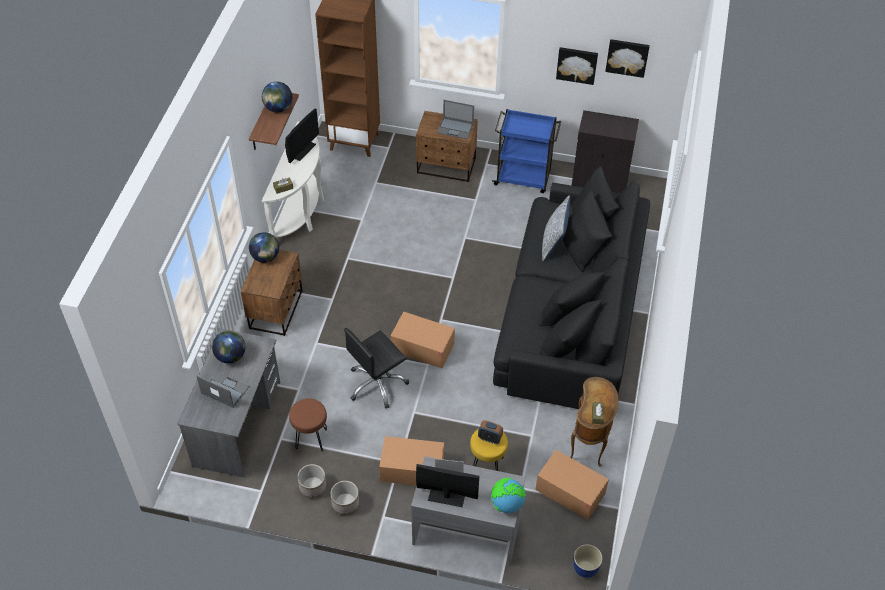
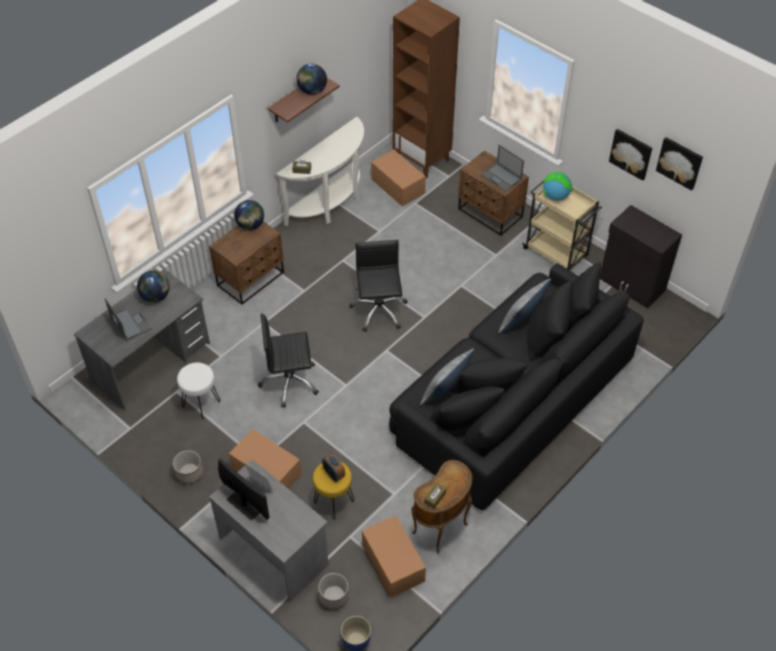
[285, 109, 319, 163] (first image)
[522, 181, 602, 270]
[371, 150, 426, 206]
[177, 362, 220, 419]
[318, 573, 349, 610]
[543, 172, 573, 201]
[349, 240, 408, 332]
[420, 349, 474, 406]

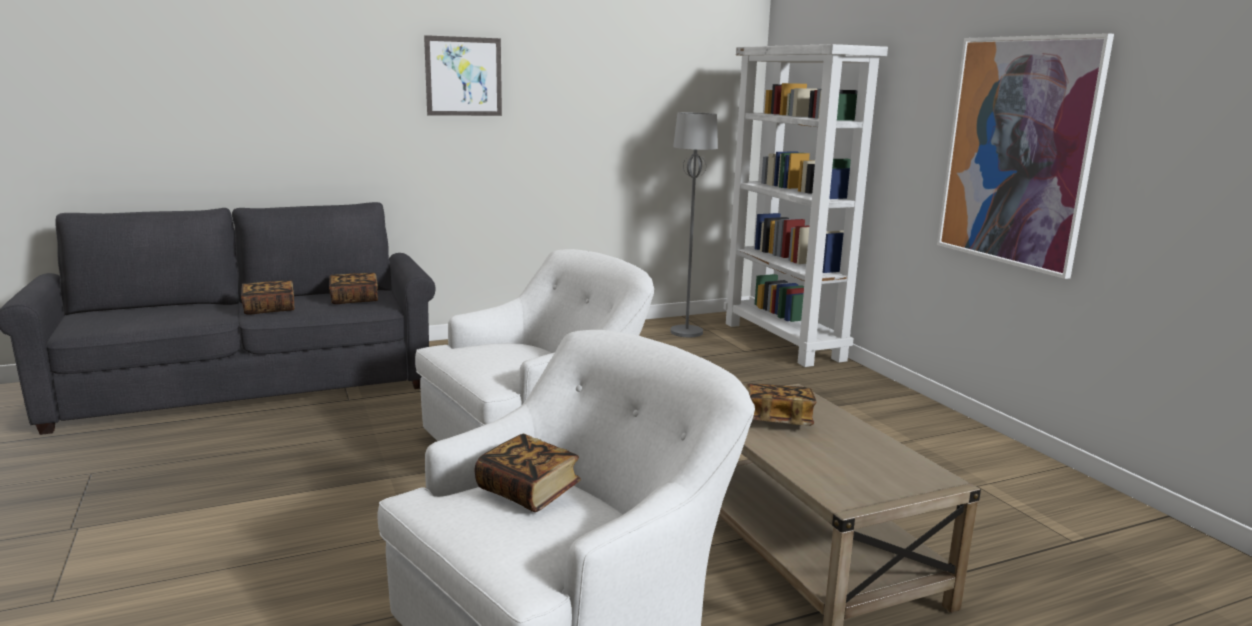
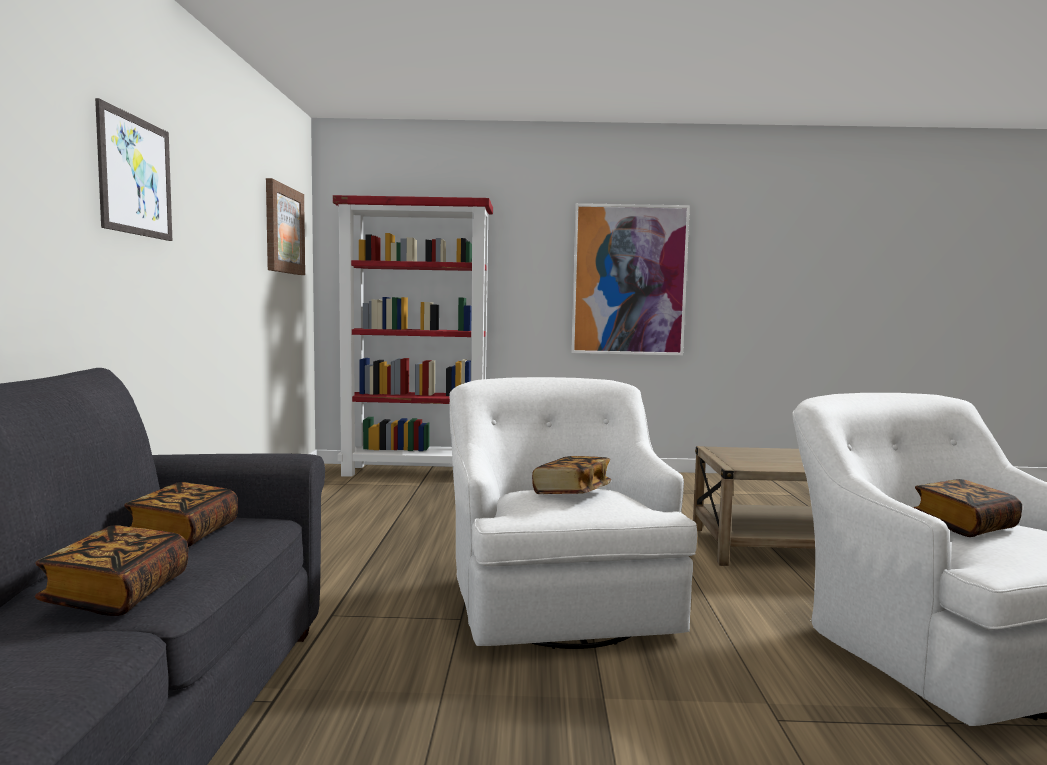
[333, 195, 493, 477]
[670, 112, 718, 337] (first image)
[532, 456, 611, 494]
[266, 178, 305, 275]

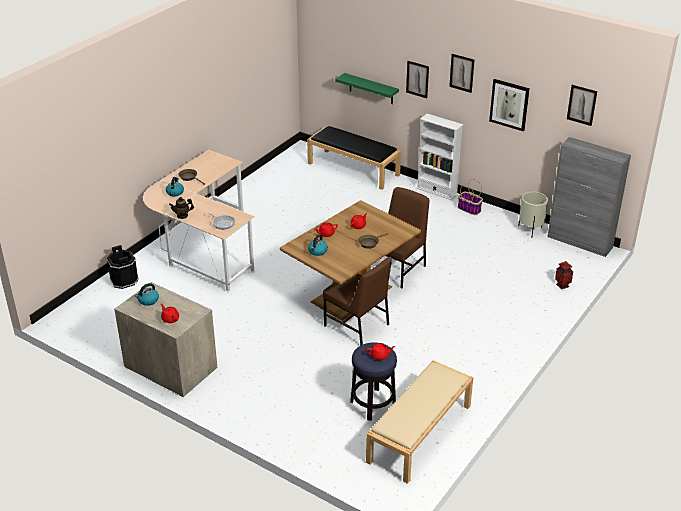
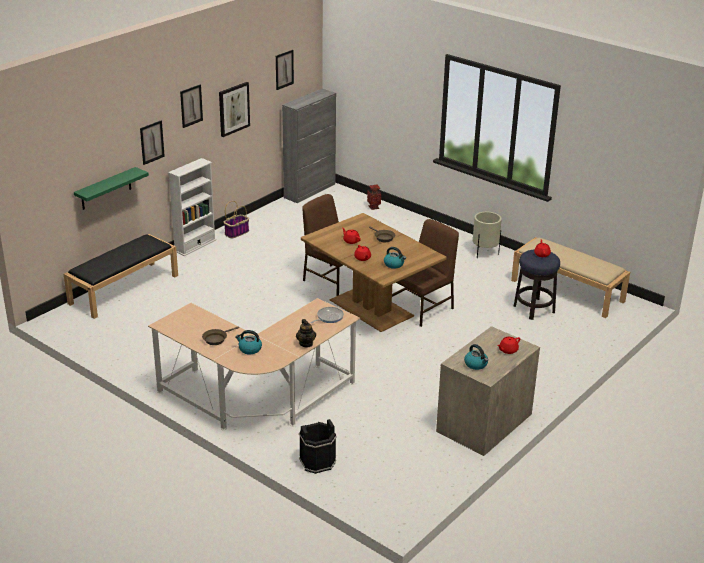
[473, 212, 502, 258]

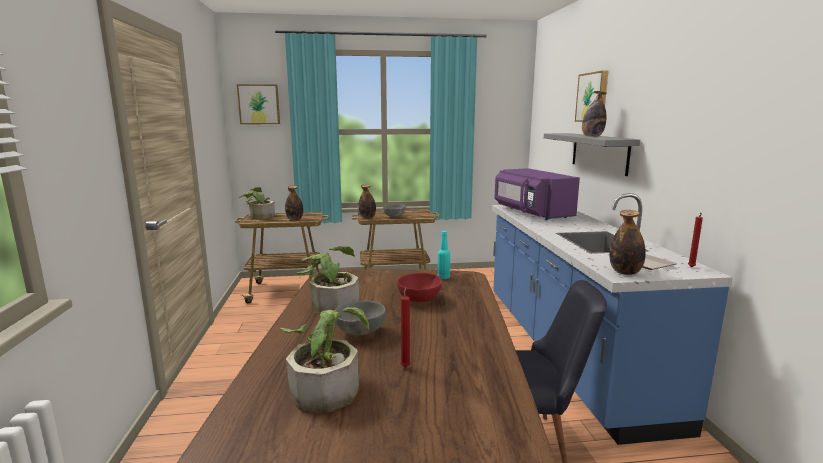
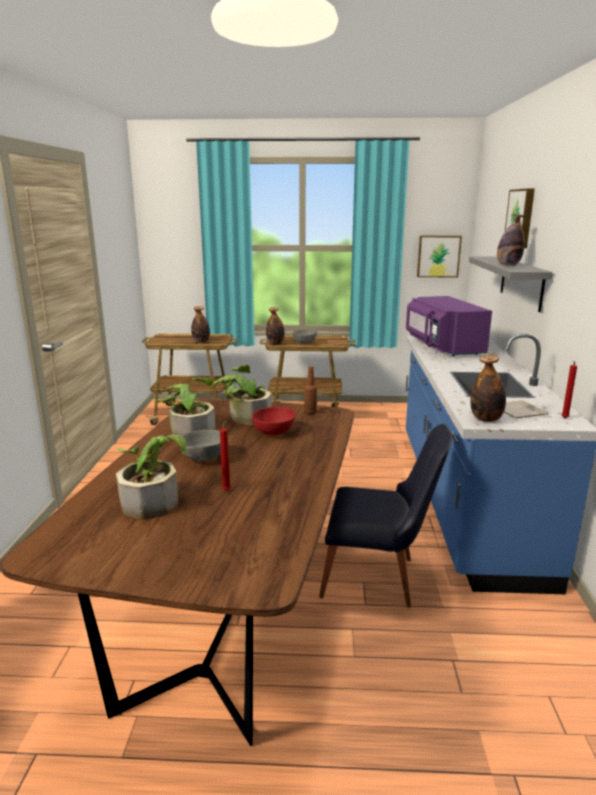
[417, 236, 462, 277]
[213, 365, 272, 425]
[304, 366, 317, 414]

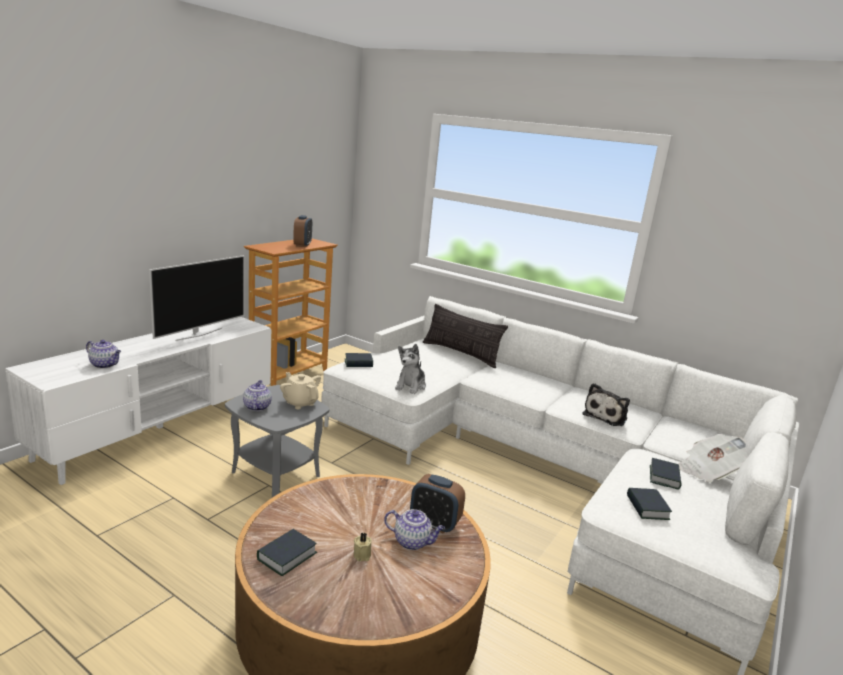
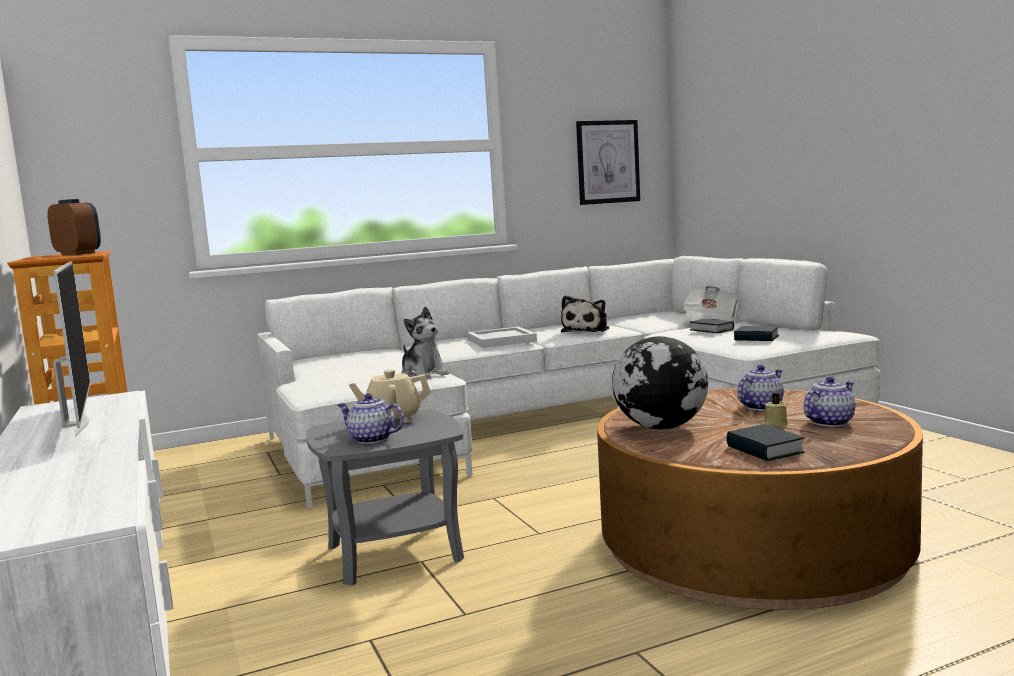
[423, 304, 508, 368] (first image)
[804, 376, 856, 427]
[345, 353, 373, 367] (first image)
[561, 295, 609, 332]
[410, 474, 465, 534] (first image)
[576, 120, 640, 205]
[467, 327, 537, 348]
[612, 336, 708, 429]

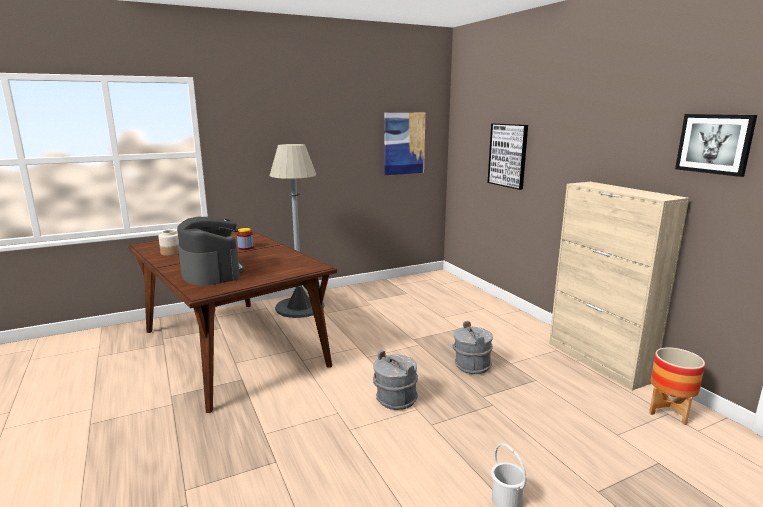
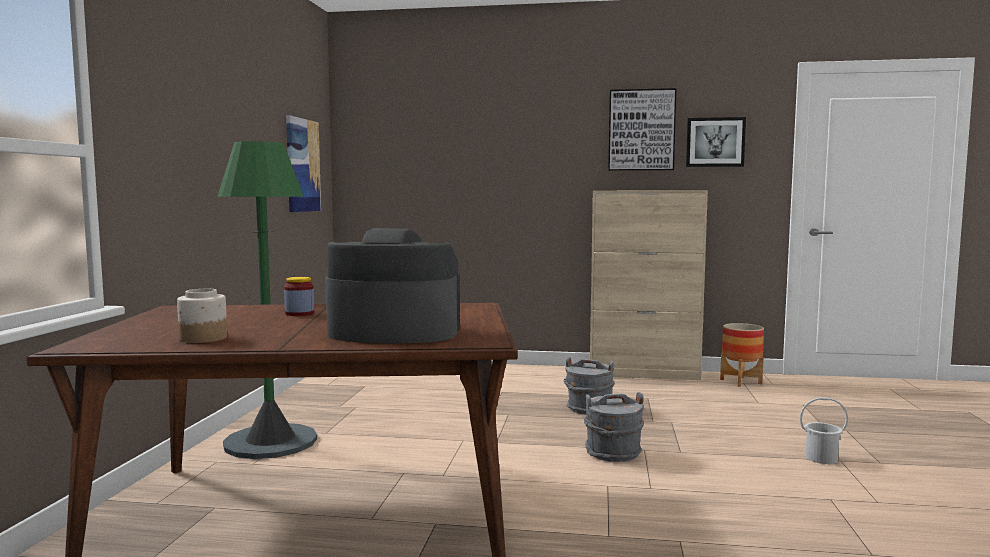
[608, 88, 677, 171]
[217, 141, 317, 459]

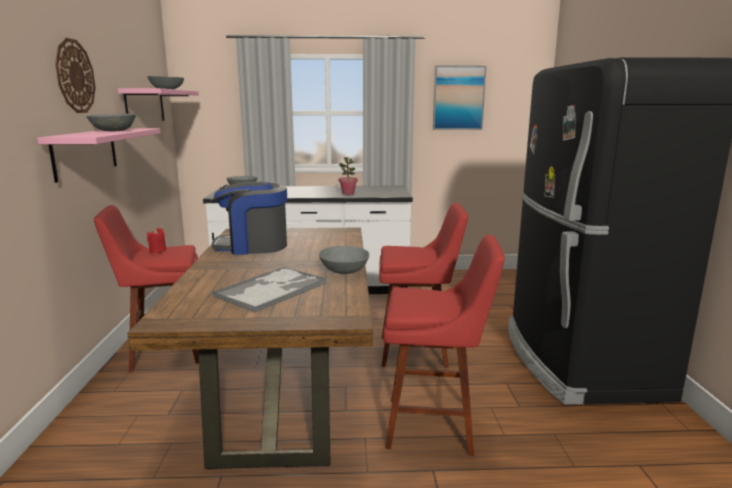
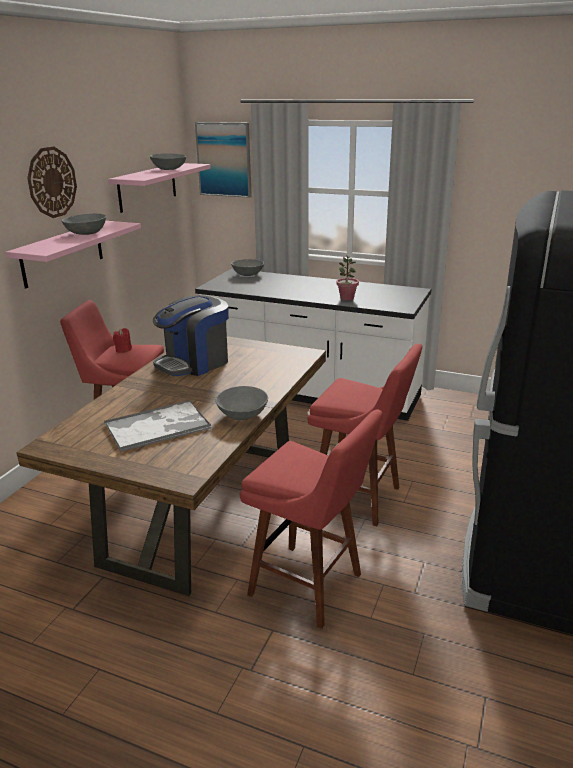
[195, 122, 252, 198]
[153, 295, 229, 376]

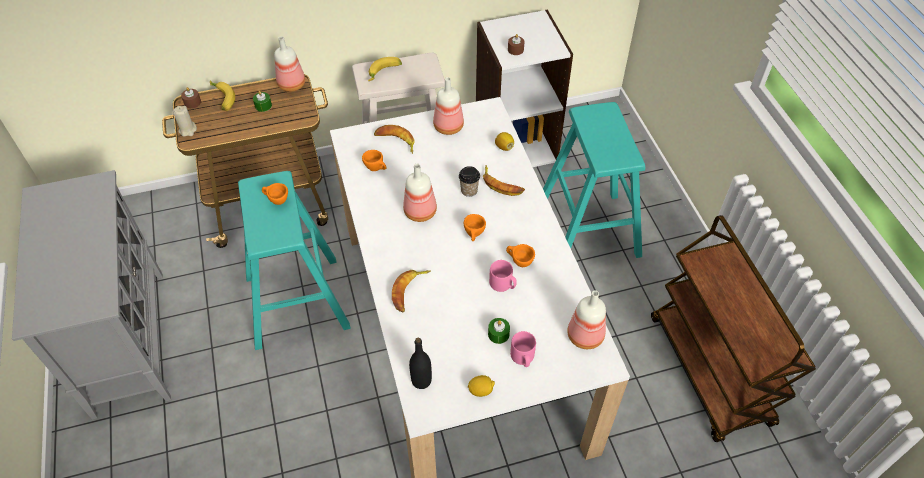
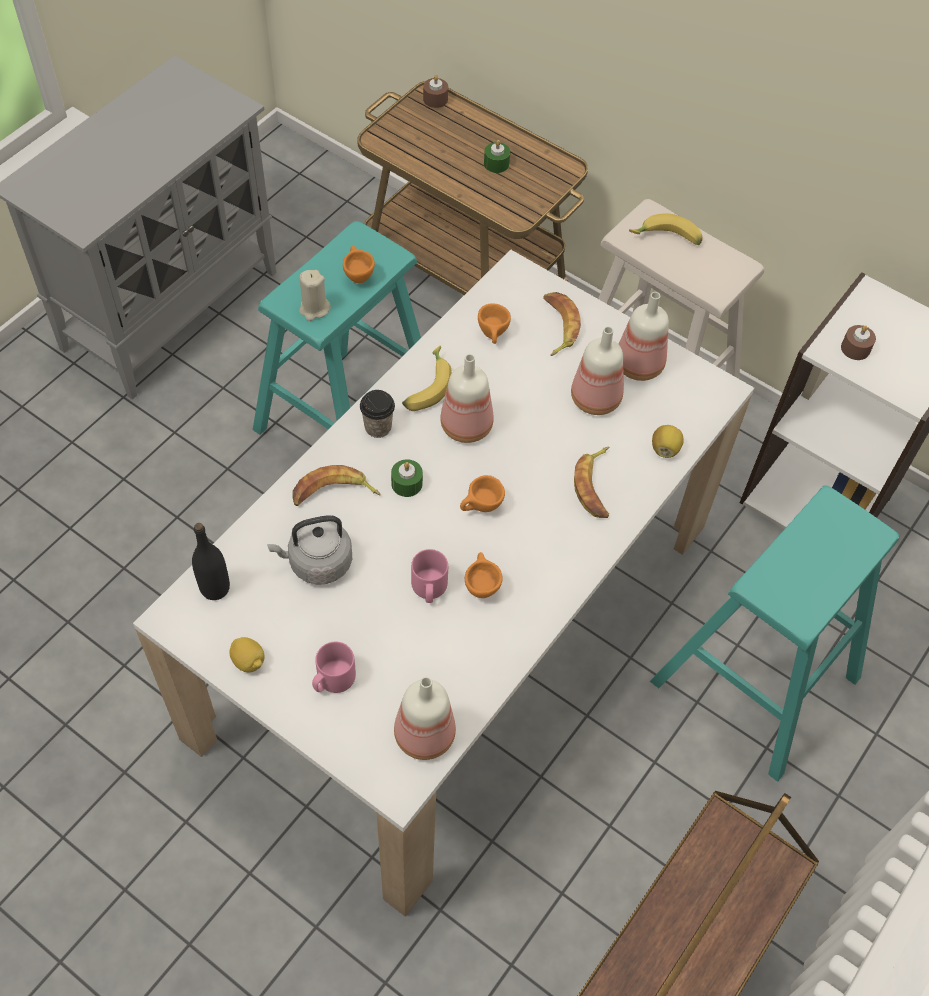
[571, 326, 624, 415]
[402, 346, 452, 411]
[299, 270, 331, 321]
[360, 390, 395, 438]
[391, 459, 423, 497]
[267, 515, 352, 585]

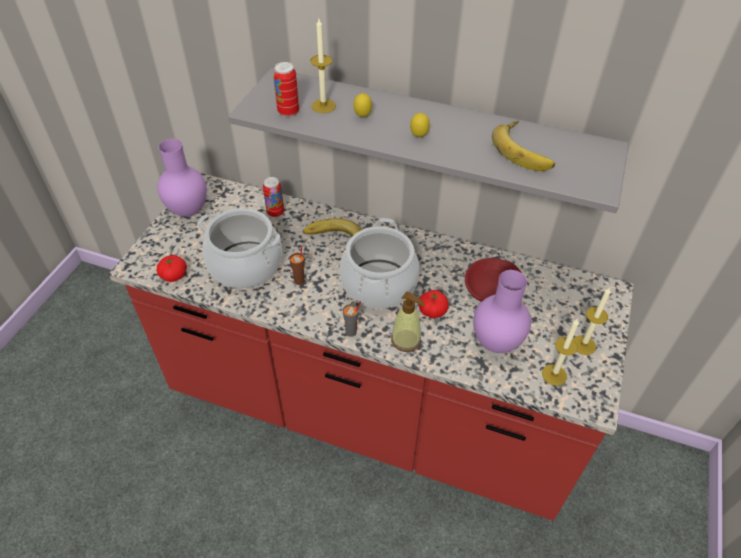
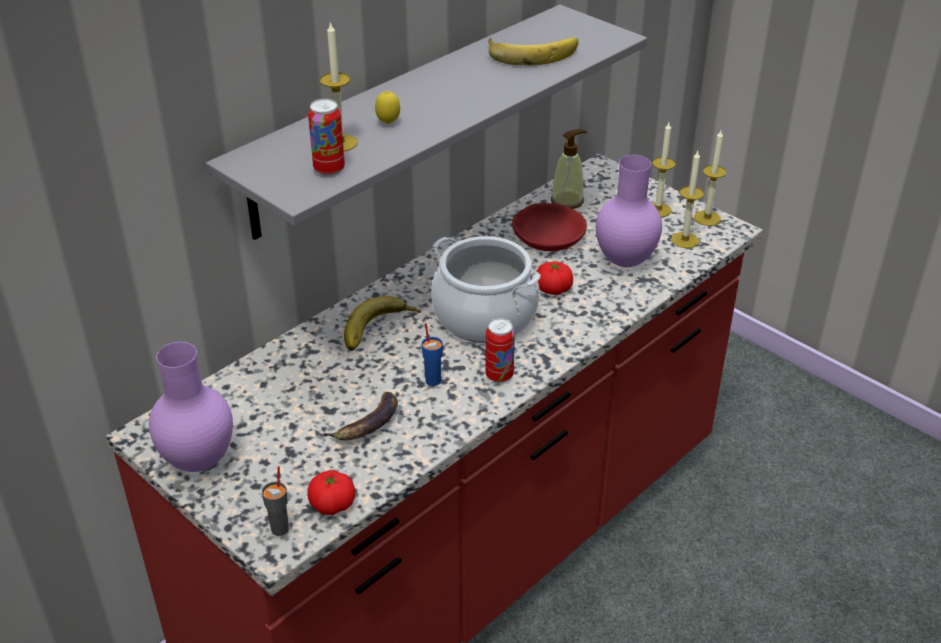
[410, 113, 430, 137] (first image)
[485, 318, 515, 383]
[319, 392, 398, 440]
[421, 323, 443, 386]
[551, 129, 587, 209]
[262, 466, 289, 536]
[694, 130, 726, 226]

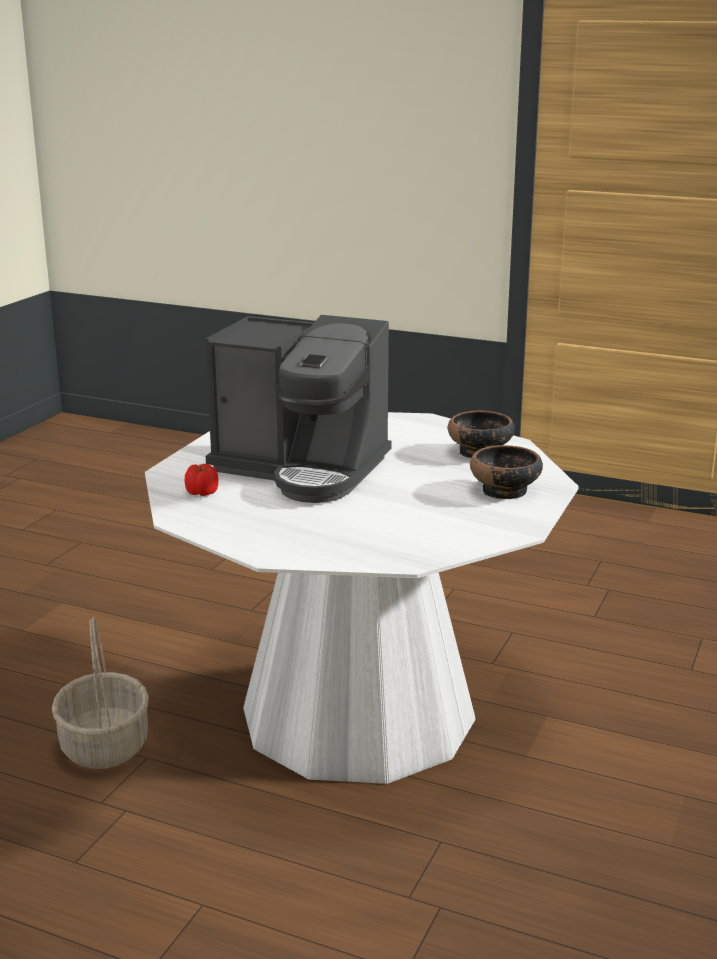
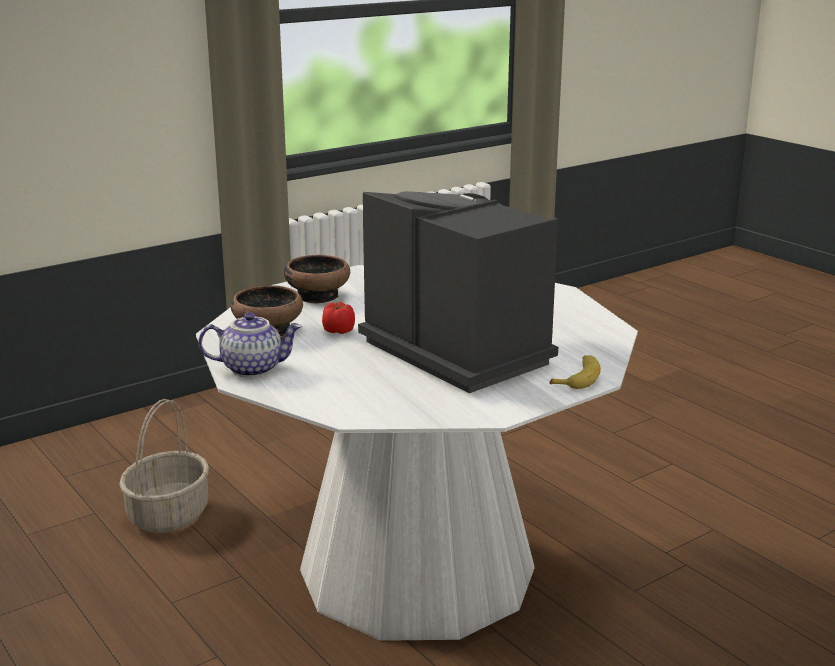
[322, 302, 355, 334]
[119, 399, 209, 533]
[198, 312, 302, 377]
[549, 355, 601, 389]

